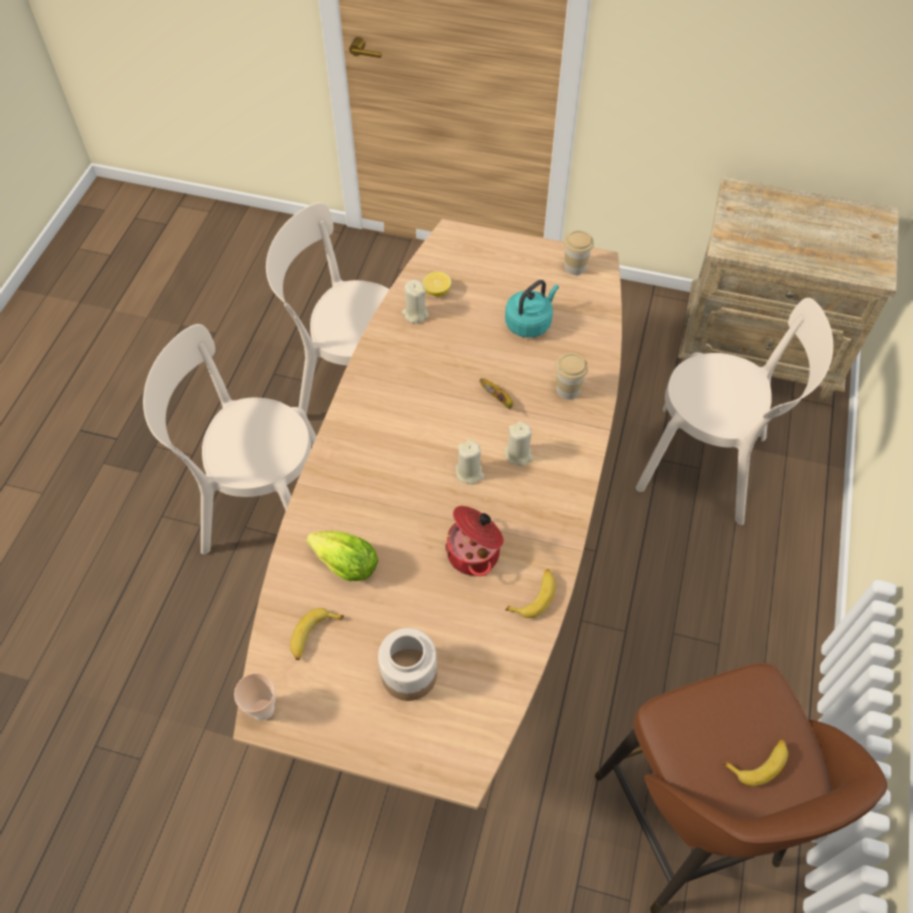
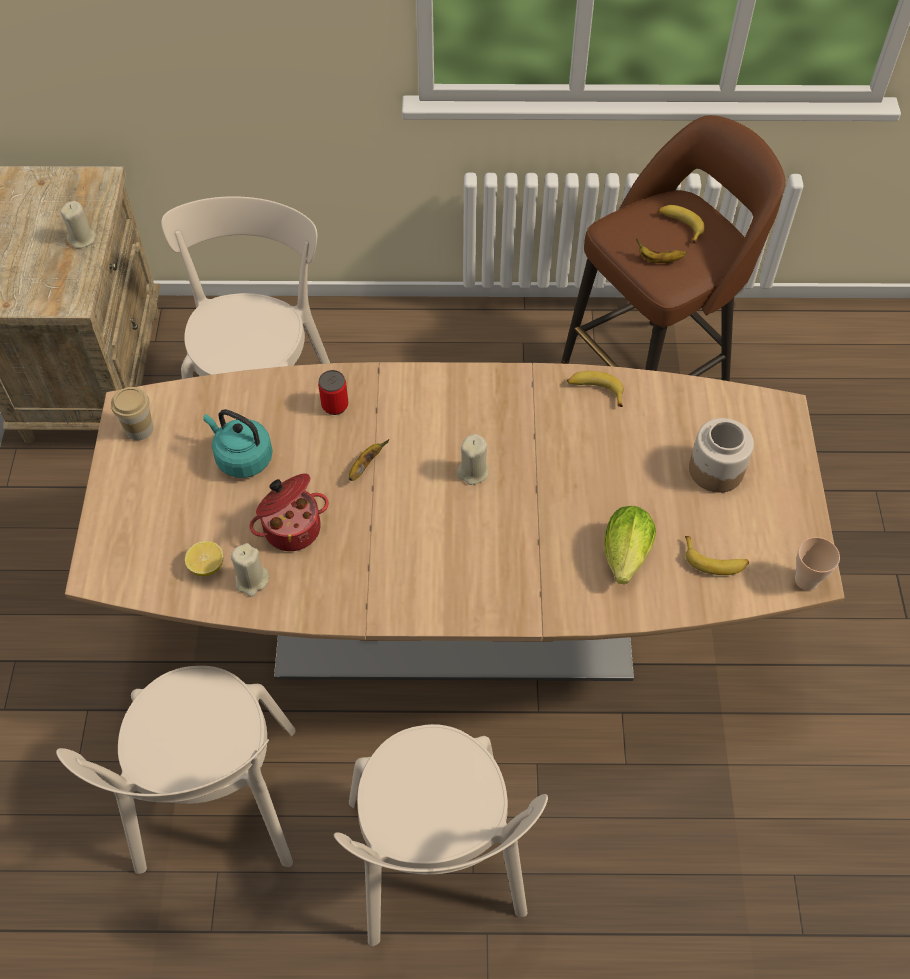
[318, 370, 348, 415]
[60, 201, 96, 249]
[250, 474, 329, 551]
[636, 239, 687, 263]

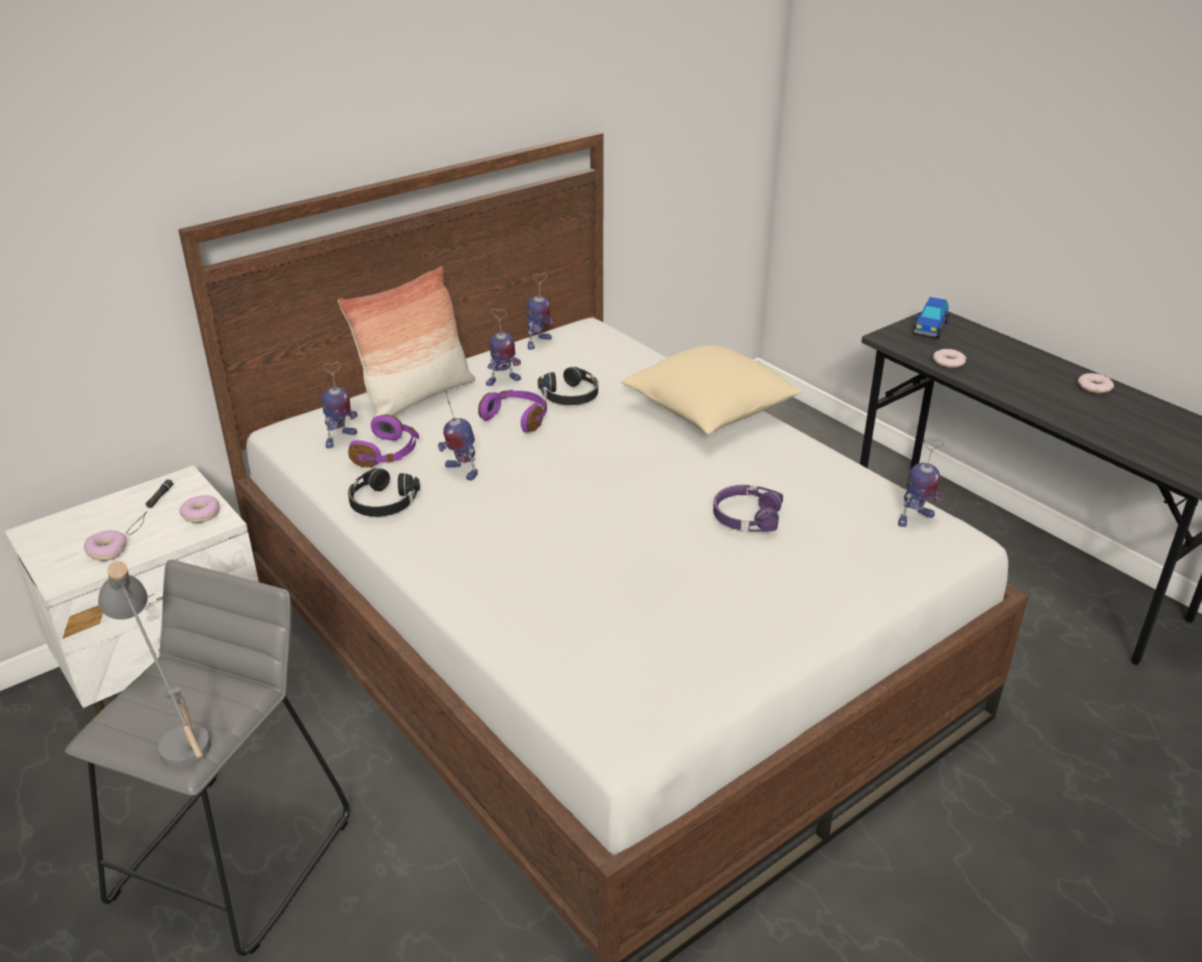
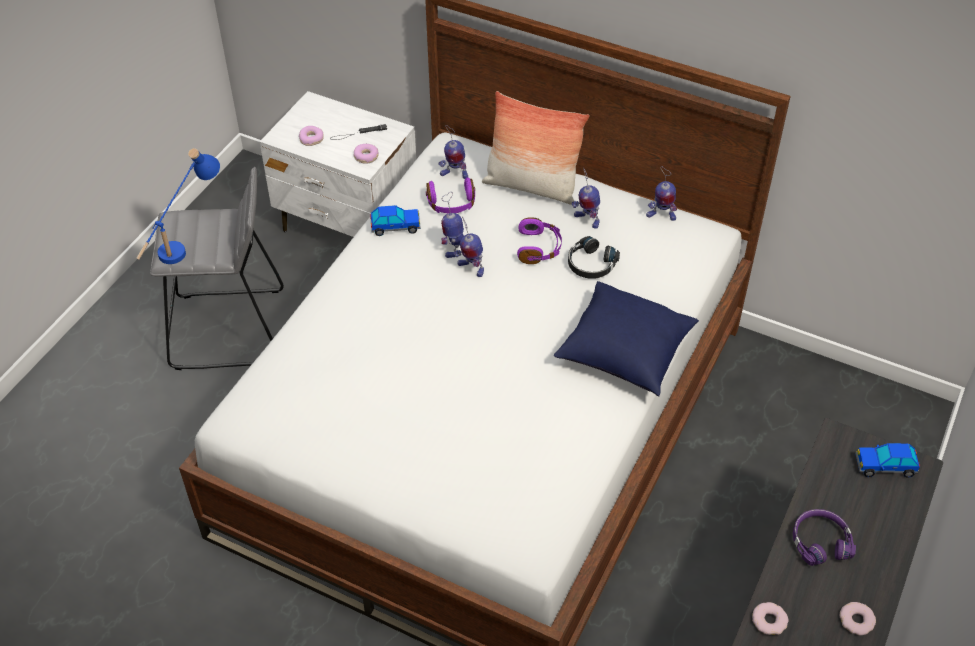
[554, 281, 699, 397]
[752, 602, 789, 635]
[454, 217, 484, 277]
[370, 205, 421, 236]
[793, 509, 856, 566]
[136, 148, 220, 264]

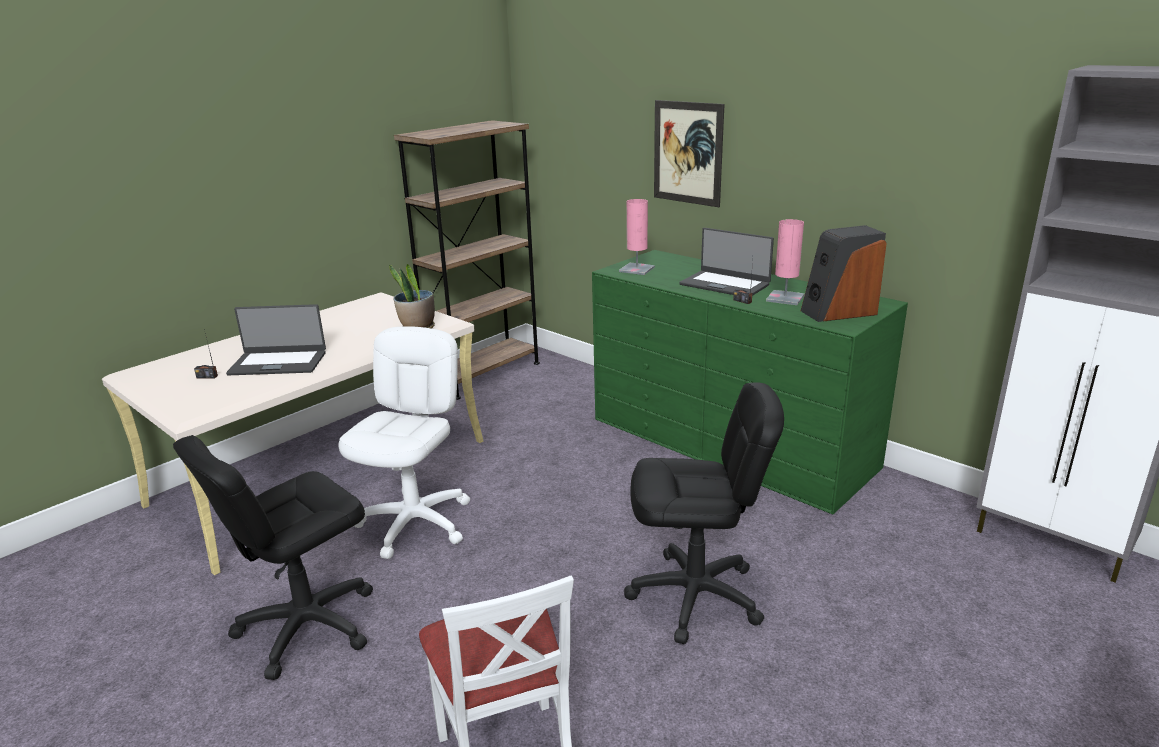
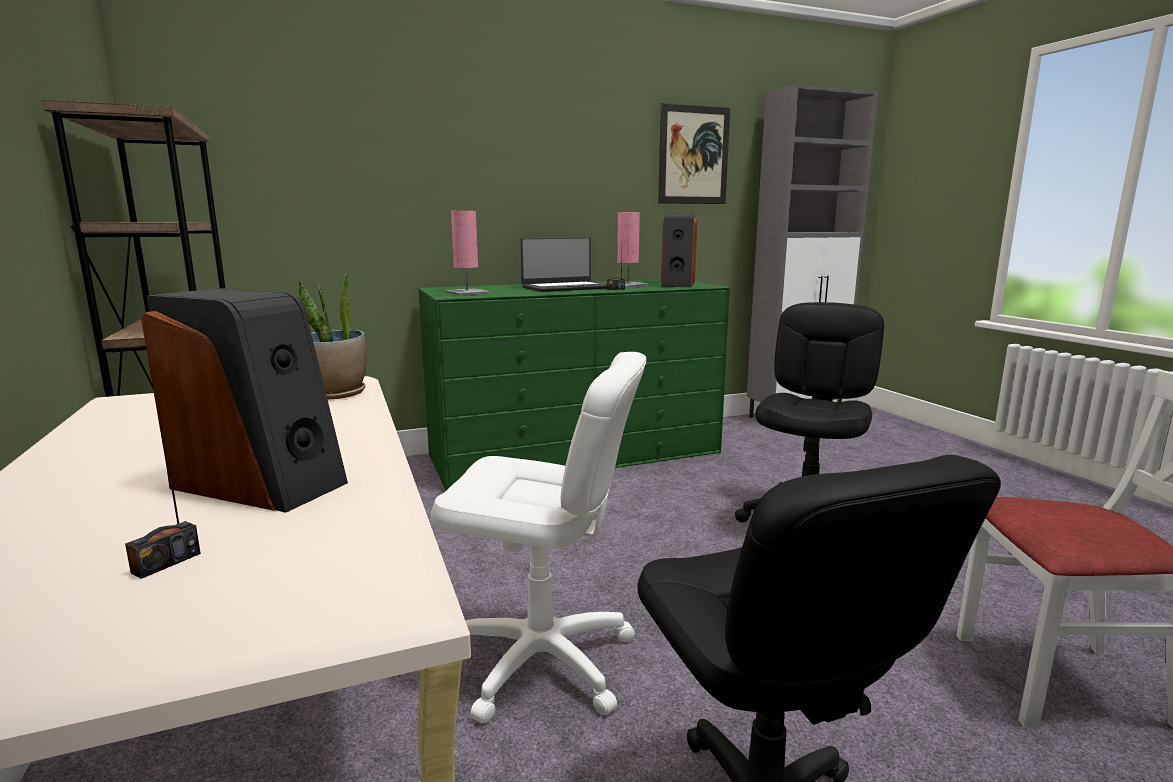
[658, 103, 730, 204]
[141, 288, 348, 513]
[431, 352, 646, 723]

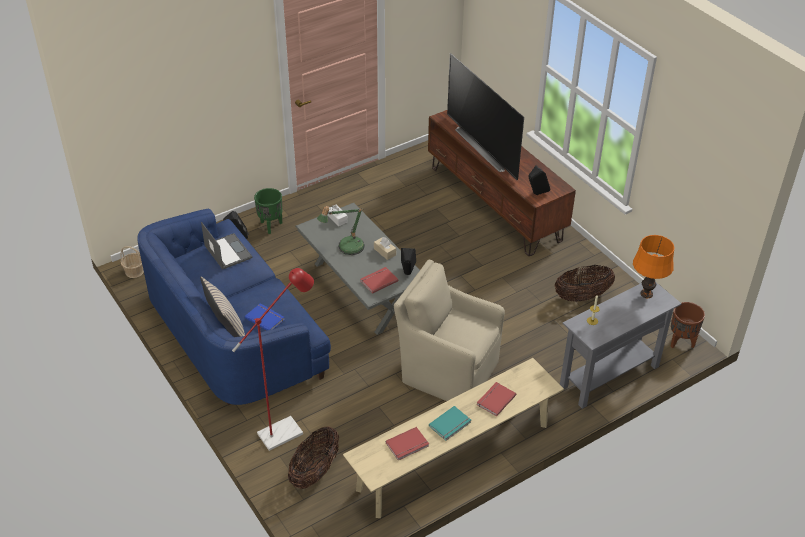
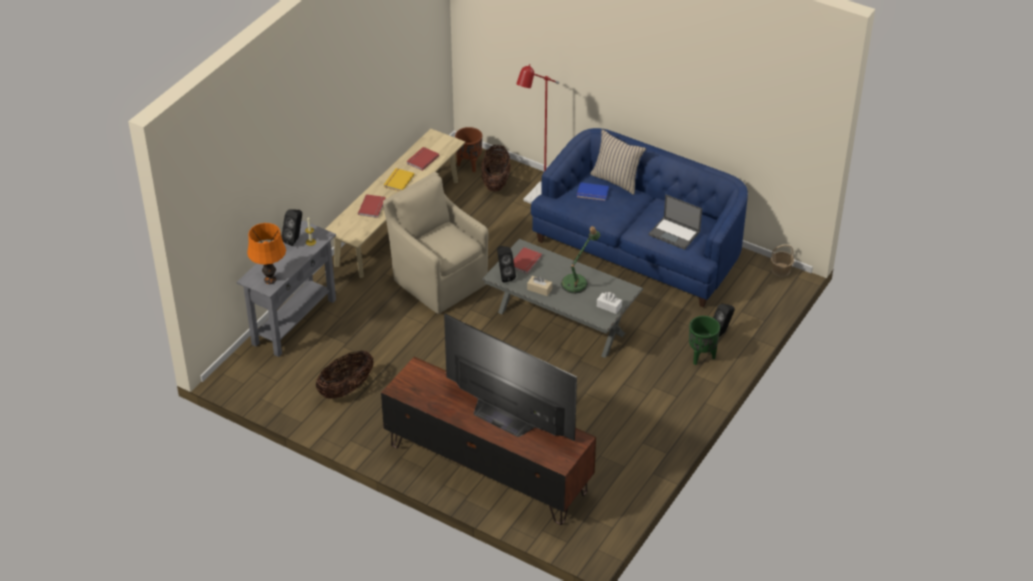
[281, 210, 302, 246]
[383, 172, 489, 314]
[455, 127, 482, 172]
[384, 168, 414, 192]

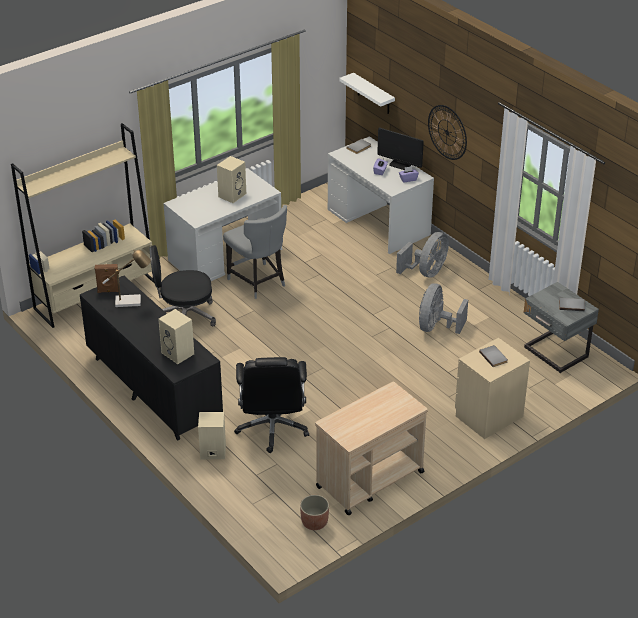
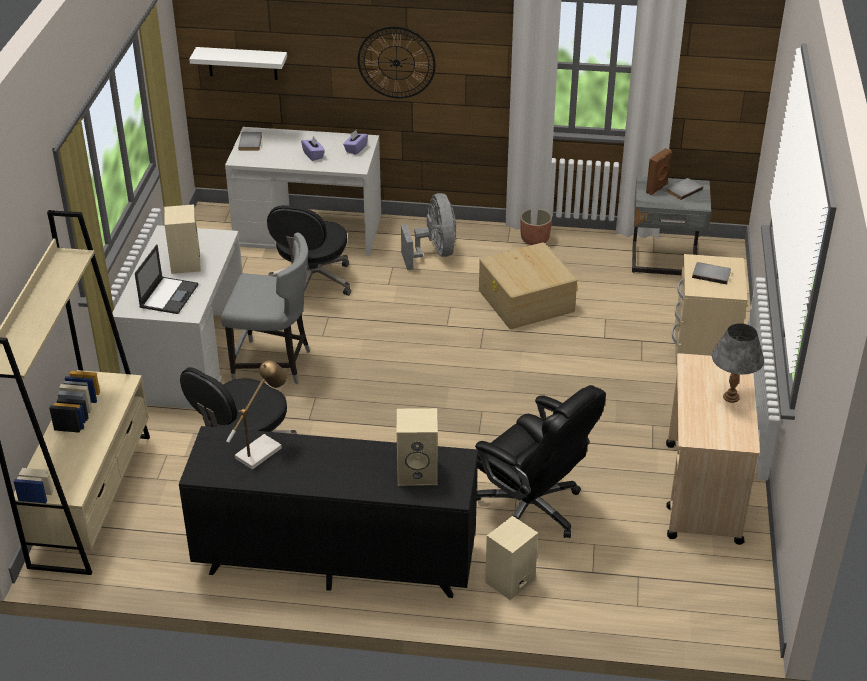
[377, 128, 424, 170] (first image)
[646, 148, 672, 195]
[479, 242, 577, 329]
[520, 209, 552, 245]
[267, 205, 351, 296]
[135, 244, 198, 314]
[712, 323, 764, 403]

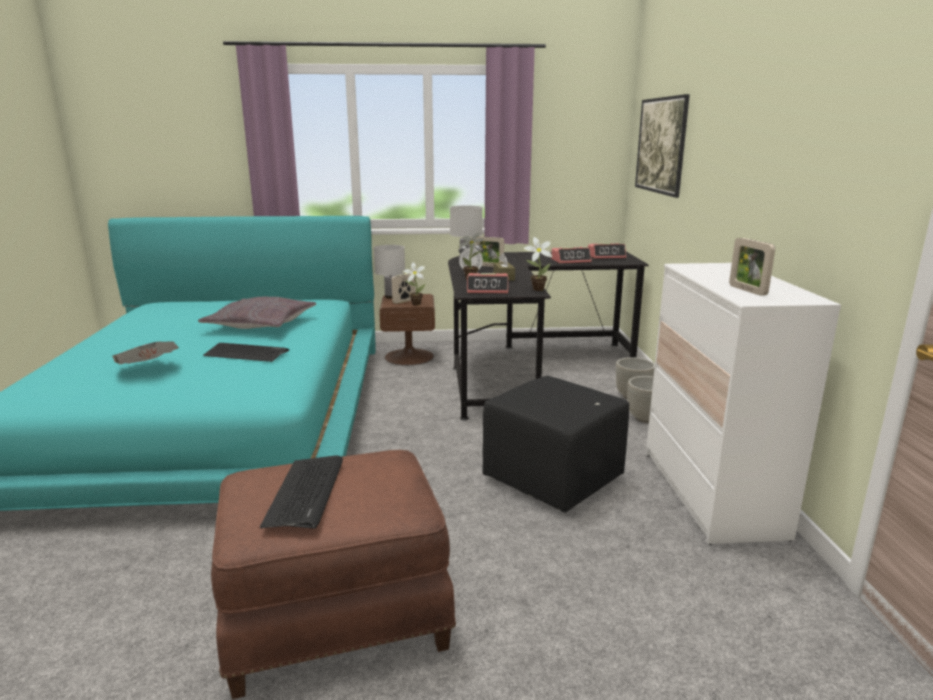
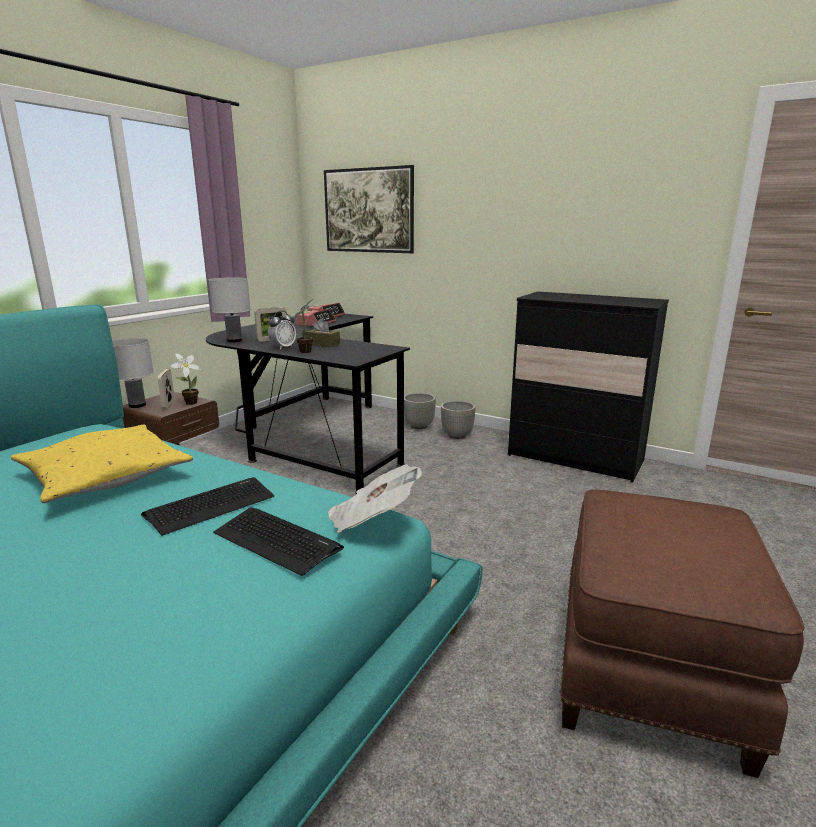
[523, 237, 552, 291] (first image)
[729, 238, 775, 296] (first image)
[508, 292, 669, 482]
[467, 273, 508, 293] (first image)
[11, 425, 193, 503]
[328, 464, 422, 533]
[482, 376, 629, 512] (first image)
[213, 508, 344, 576]

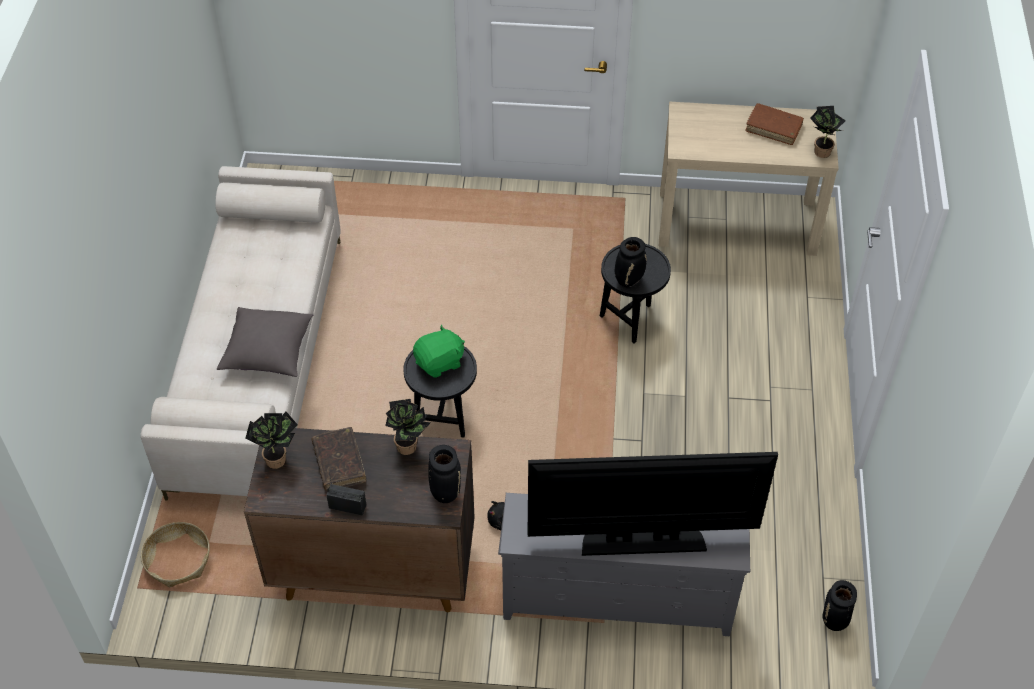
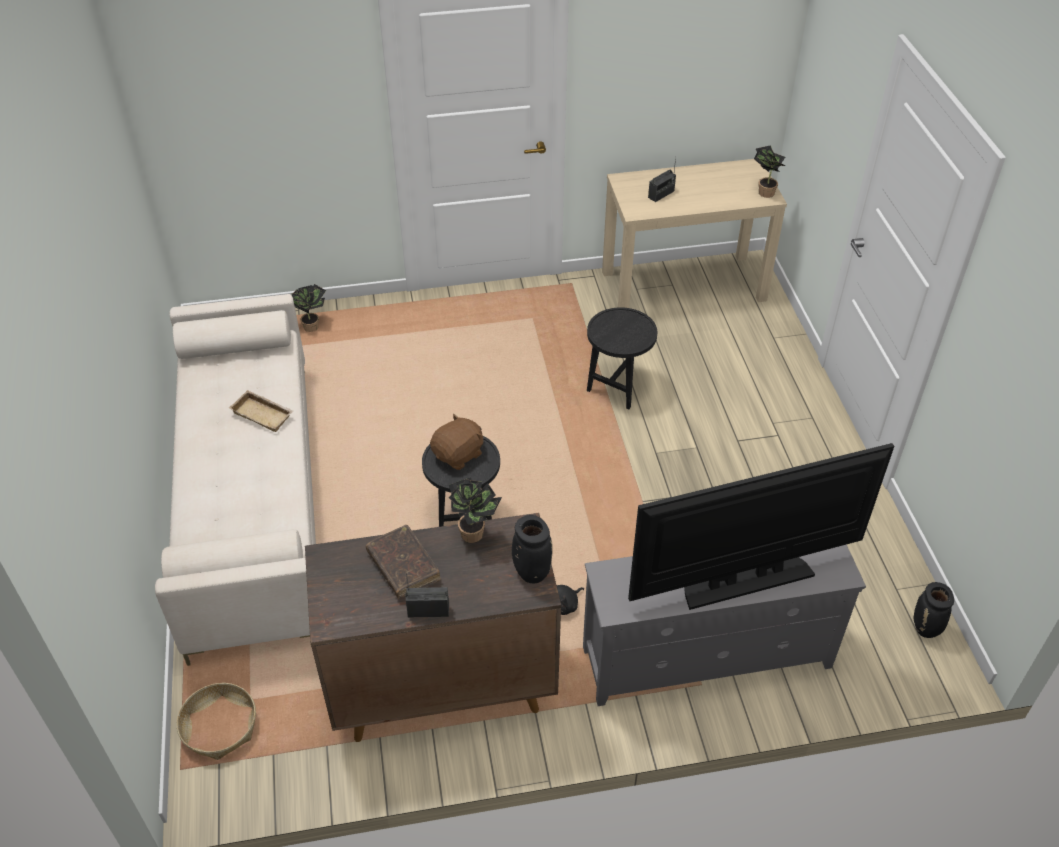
[745, 103, 804, 145] (first image)
[615, 237, 647, 287] (first image)
[217, 307, 314, 377] (first image)
[430, 414, 484, 470]
[292, 284, 326, 332]
[648, 159, 676, 202]
[229, 390, 293, 432]

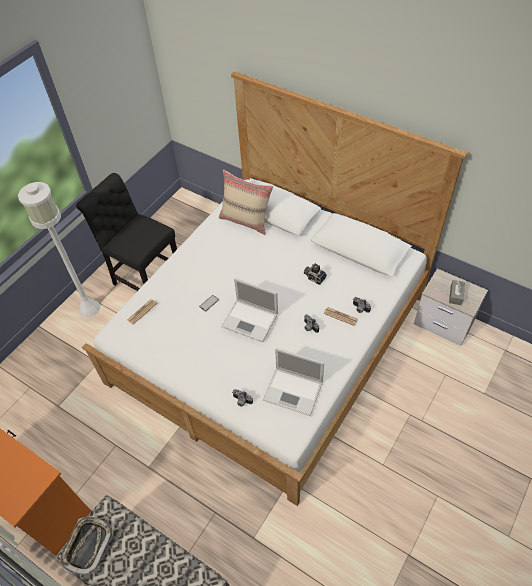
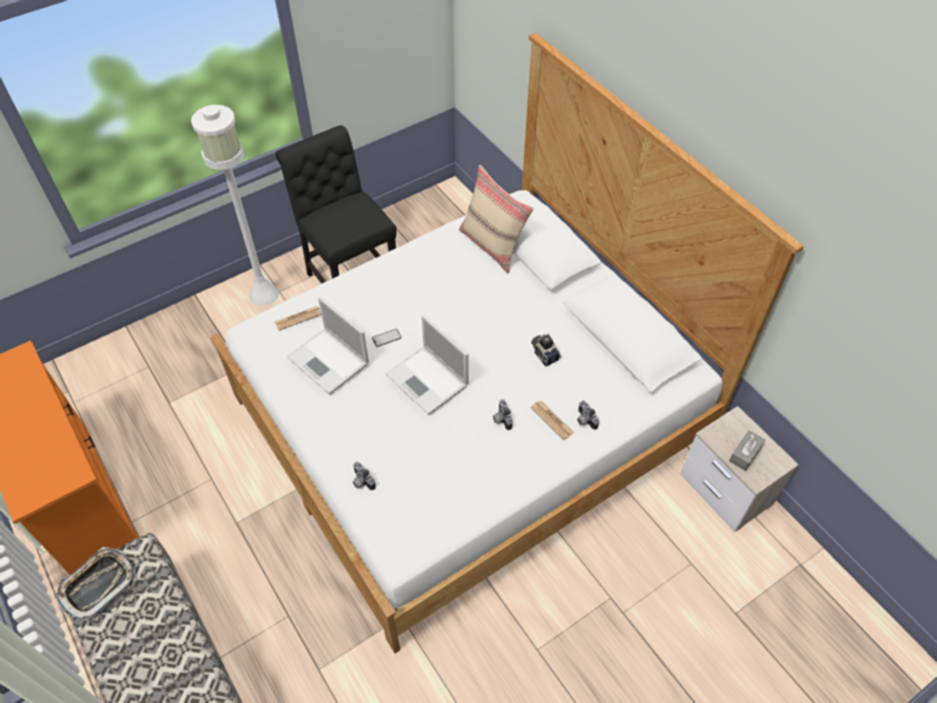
[287, 297, 369, 395]

